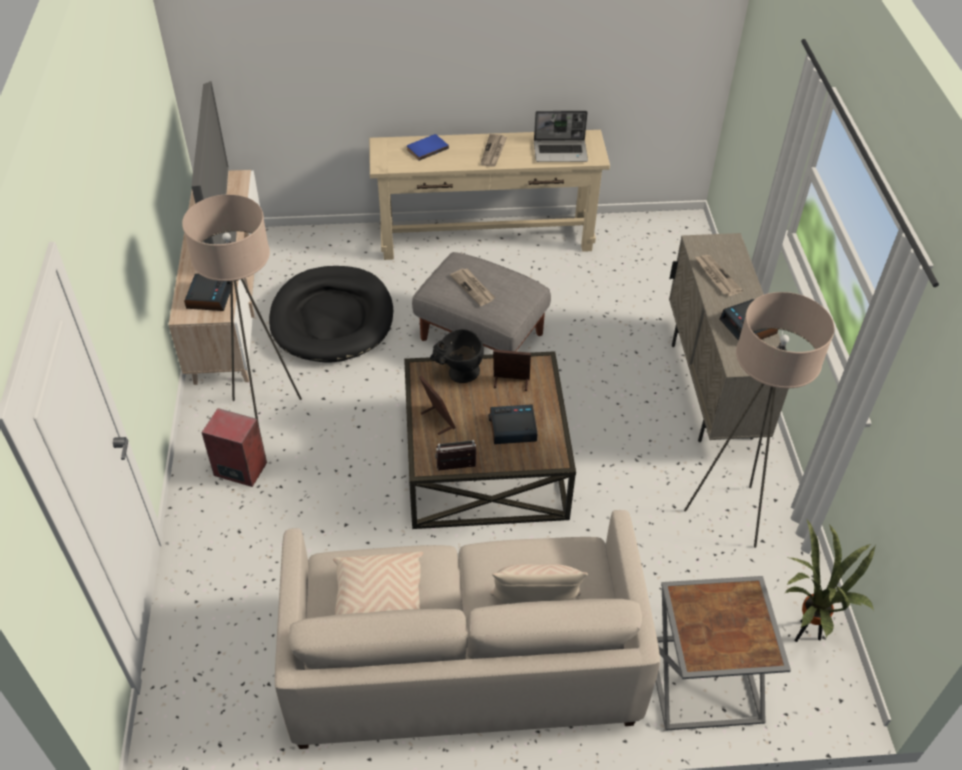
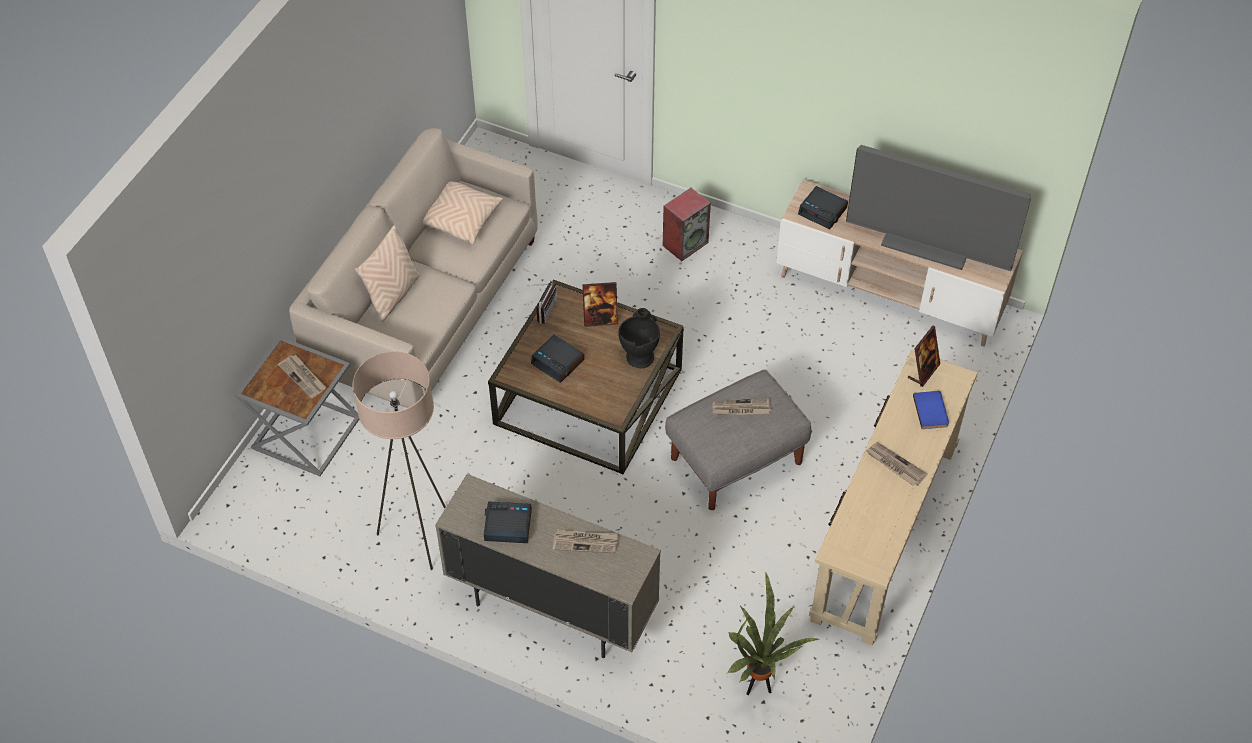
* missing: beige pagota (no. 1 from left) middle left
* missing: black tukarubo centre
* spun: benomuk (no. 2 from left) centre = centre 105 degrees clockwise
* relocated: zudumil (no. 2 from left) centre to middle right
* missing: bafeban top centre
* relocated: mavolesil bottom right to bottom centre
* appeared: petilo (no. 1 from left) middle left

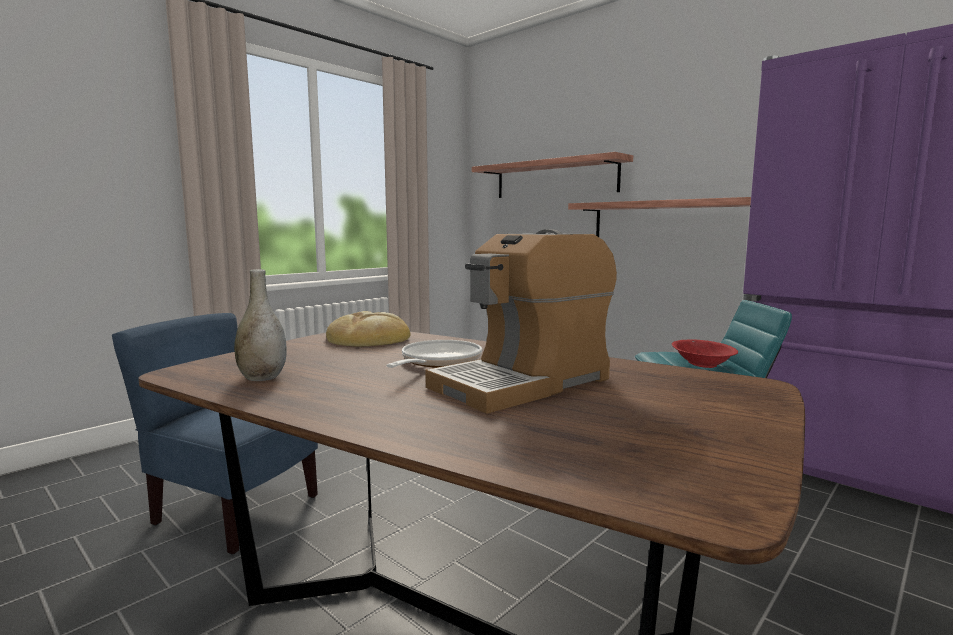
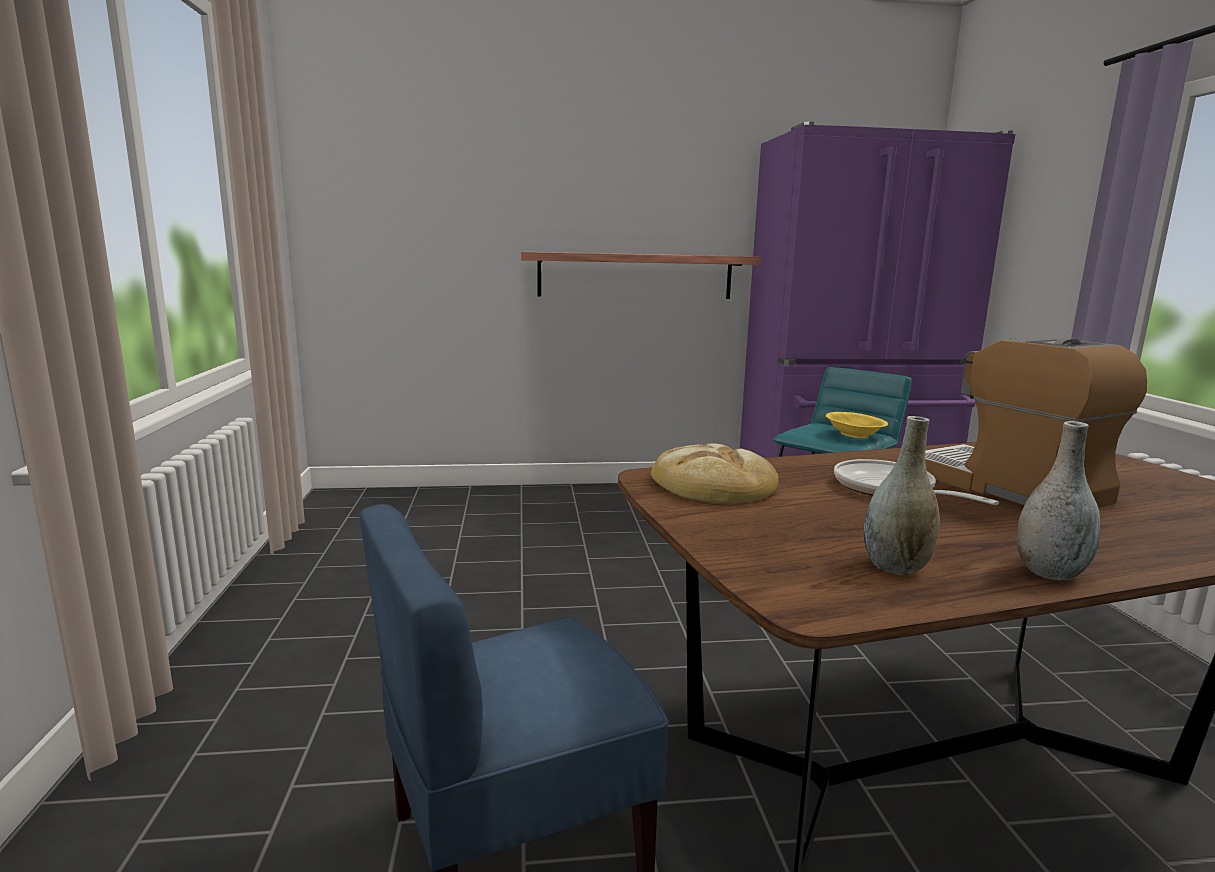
* spun: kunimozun centre = middle right 150 degrees clockwise
* missing: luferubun (no. 1 from left) top centre
* colour: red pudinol middle right to yellow pudinol middle right
* appeared: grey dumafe (no. 2 from left) middle right

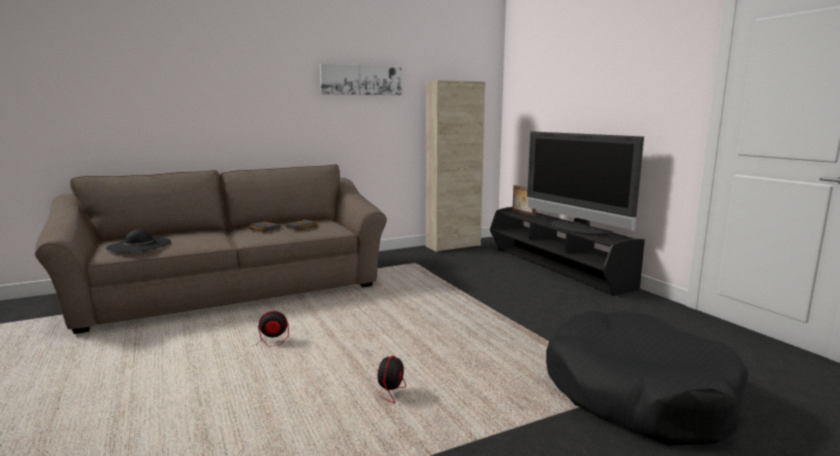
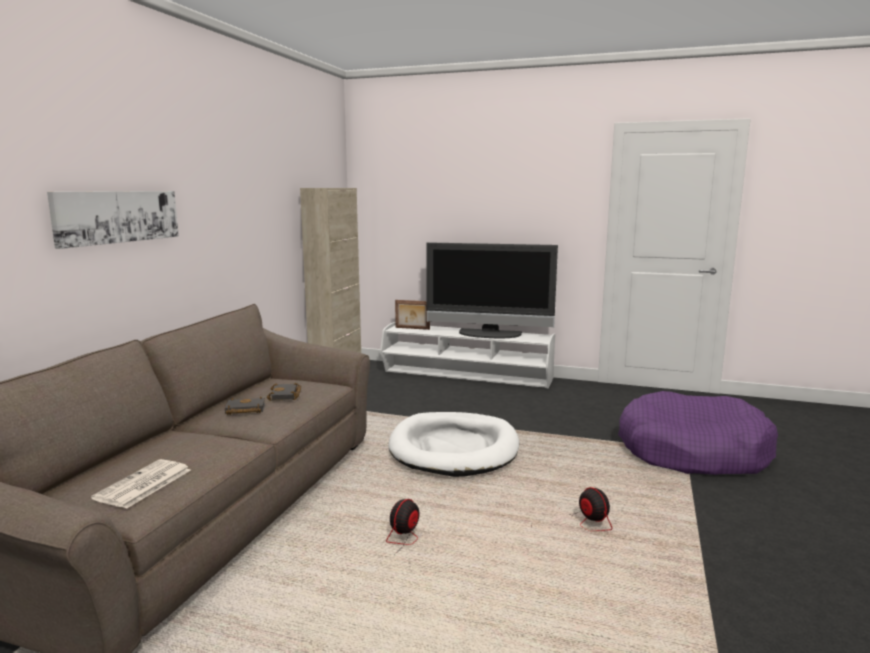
* exchanged: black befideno middle left to petilo bottom left
* relocated: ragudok top centre to middle left
* colour: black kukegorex middle right to white kukegorex centre
* colour: black tukarubo bottom right to purple tukarubo middle right
* appeared: white tukarubo bottom centre

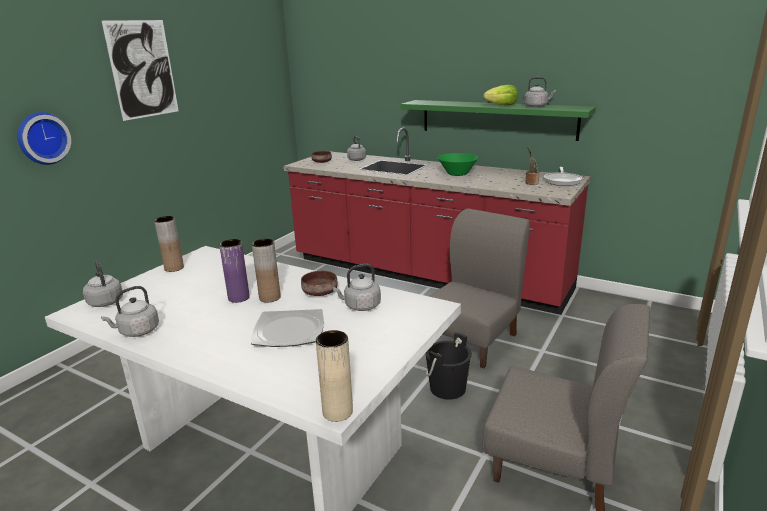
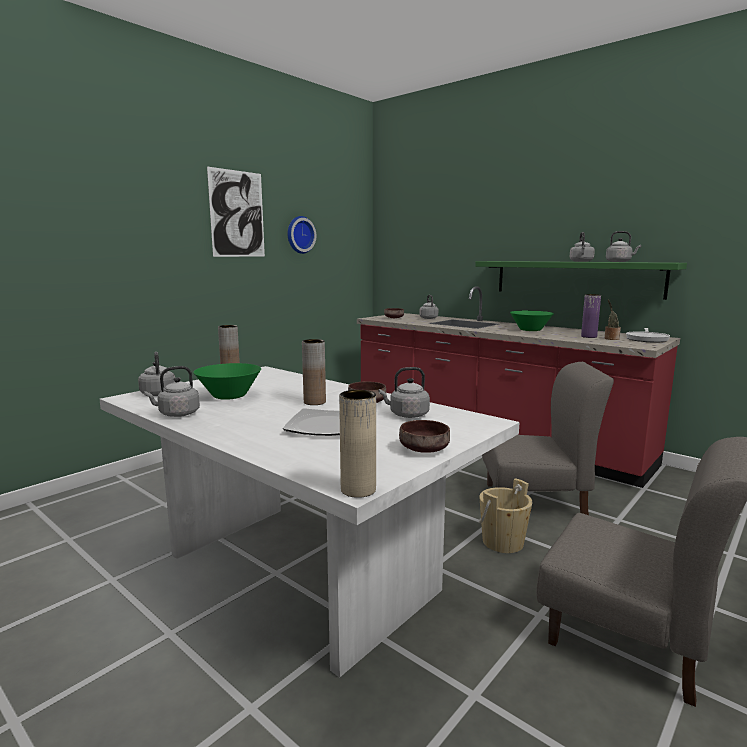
* relocated: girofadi top left to top centre
* relocated: purple dumafe middle left to middle right
* colour: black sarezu bottom centre to beige sarezu bottom right
* spun: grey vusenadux (no. 1 from left) centre = middle right 45 degrees clockwise
* exchanged: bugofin top centre to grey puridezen (no. 5 from left) top right
* appeared: green pudinol (no. 1 from left) middle left
* appeared: brown pudinol (no. 3 from left) centre

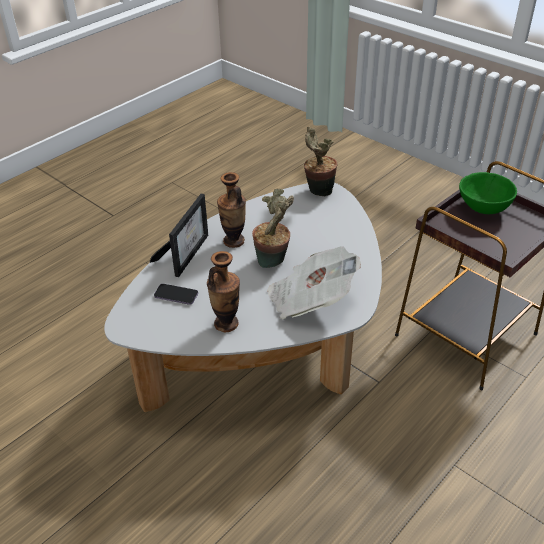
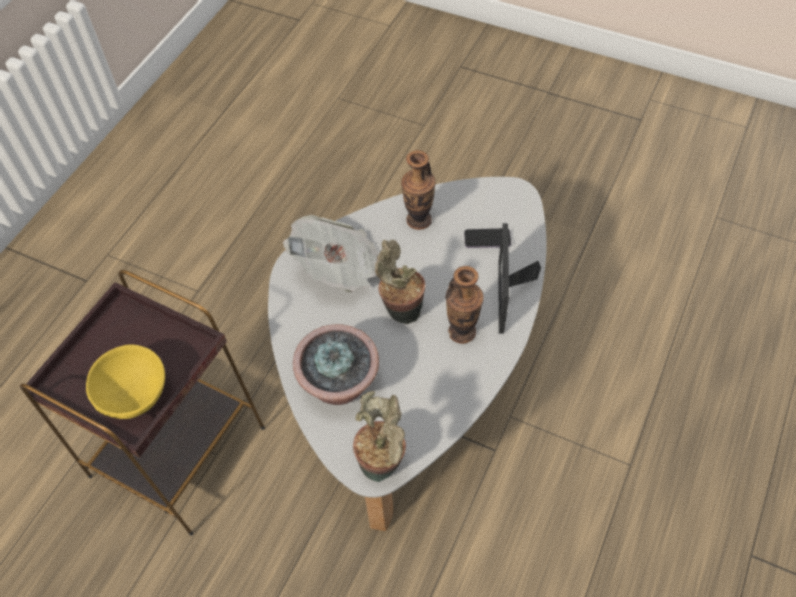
* colour: green pudinol middle right to yellow pudinol middle left
* appeared: mavolesil (no. 1 from left) centre

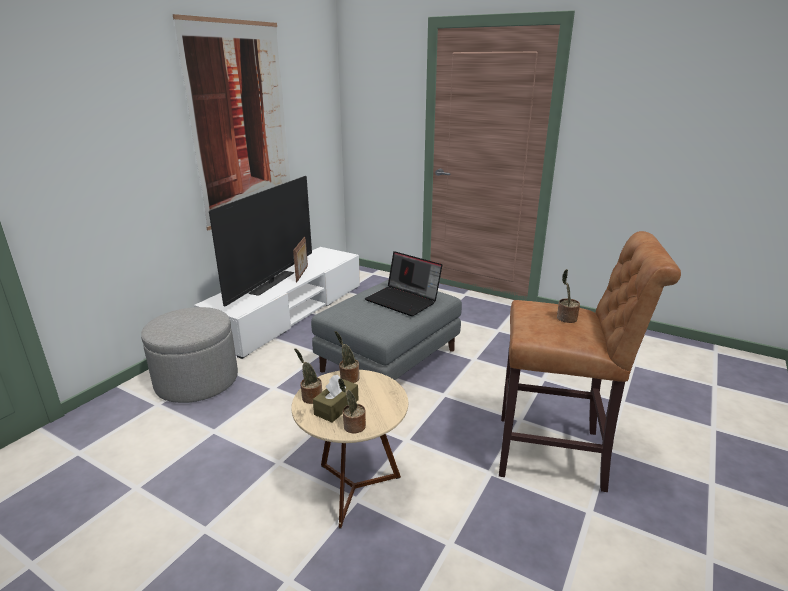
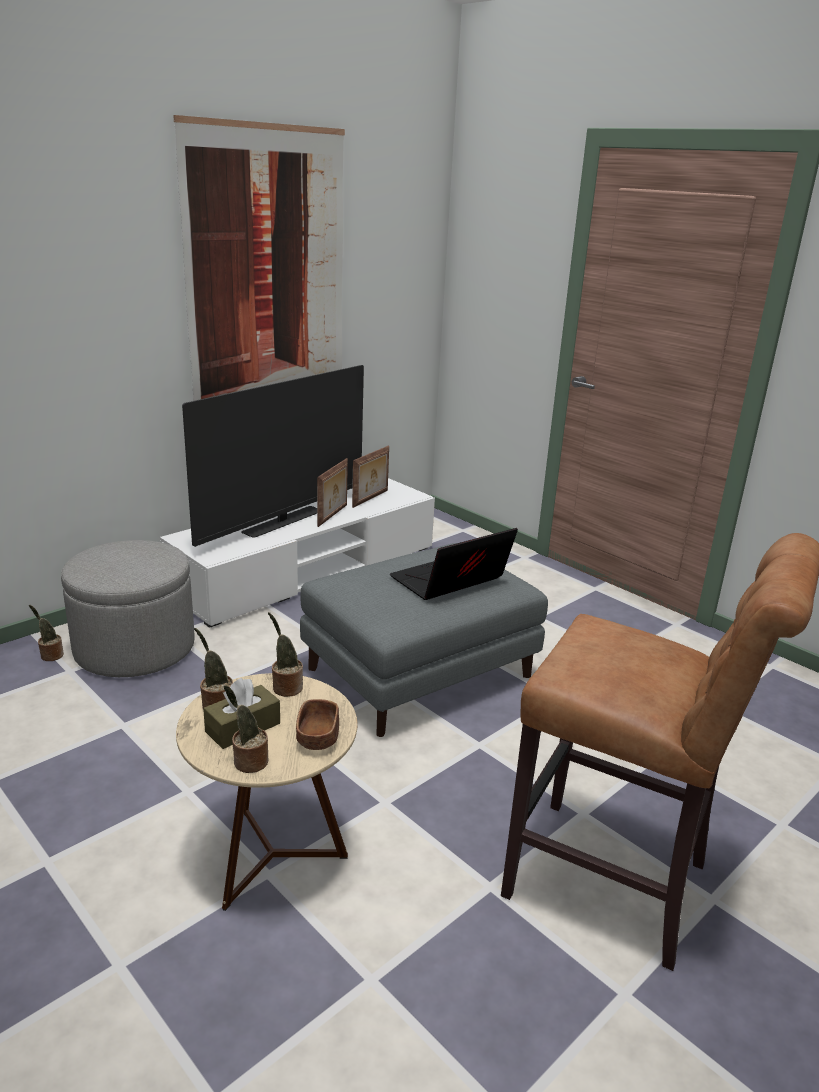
* spun: bafeban centre = centre 90 degrees clockwise
* relocated: mavolesil (no. 4 from left in the first image) middle right to mavolesil (no. 1 from left) middle left
* appeared: brown pudinol centre
* appeared: zudumil (no. 2 from left) centre

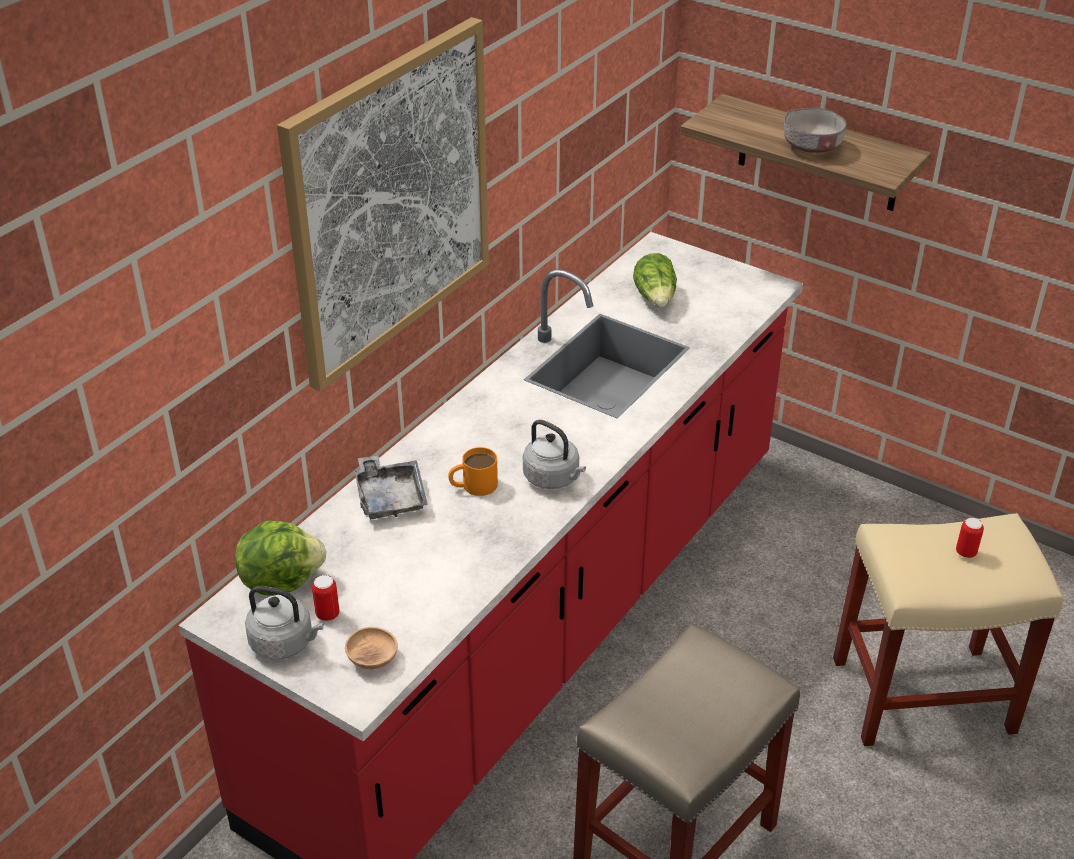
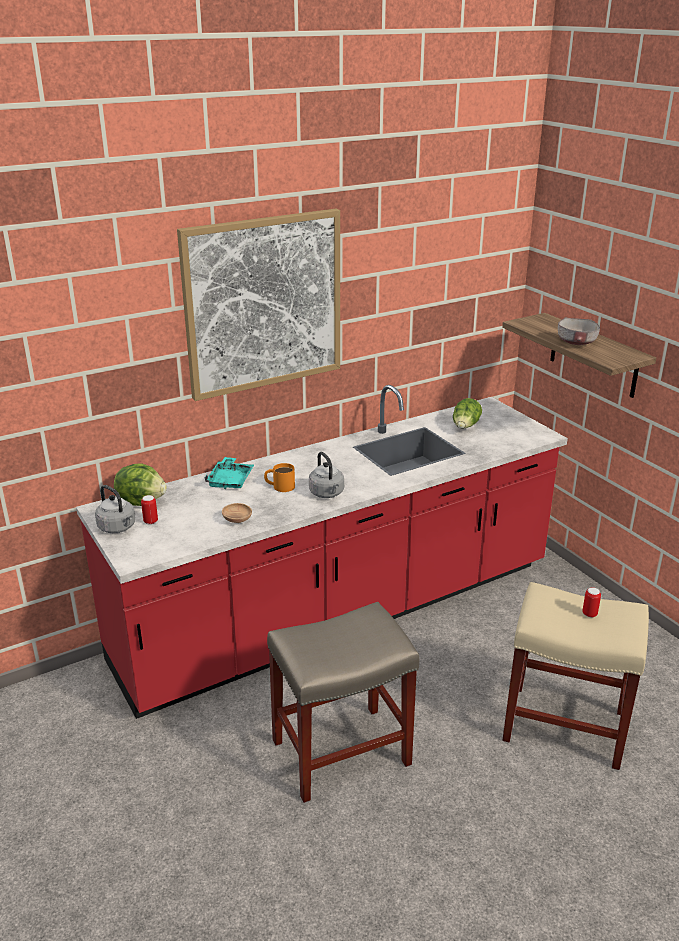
* relocated: brown pudinol bottom centre to centre
* colour: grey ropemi centre to turquoise ropemi centre

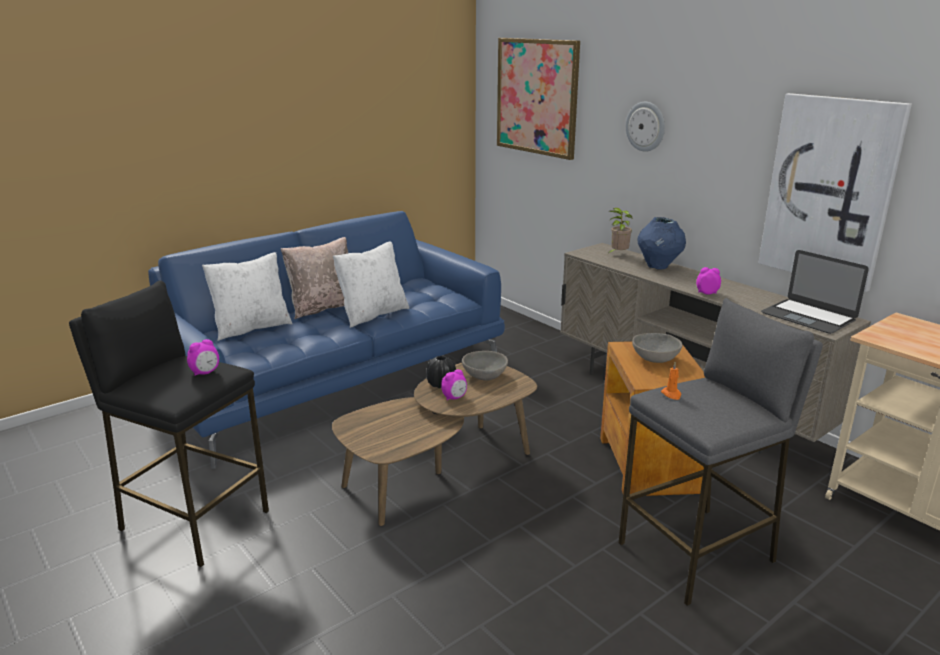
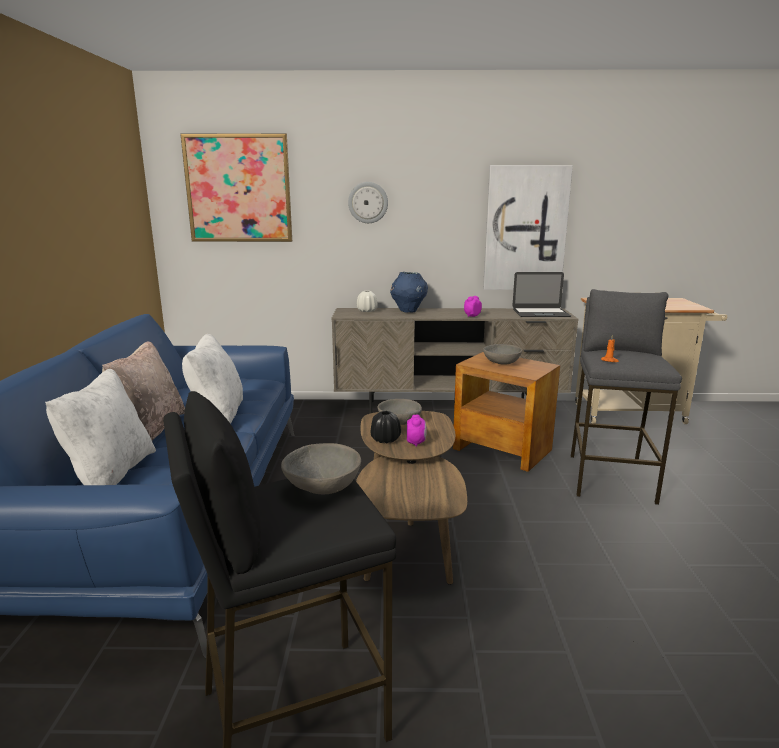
* exchanged: benomuk (no. 1 from left) middle left to grey pudinol (no. 1 from left) centre
* exchanged: mavolesil centre to white dumafe centre

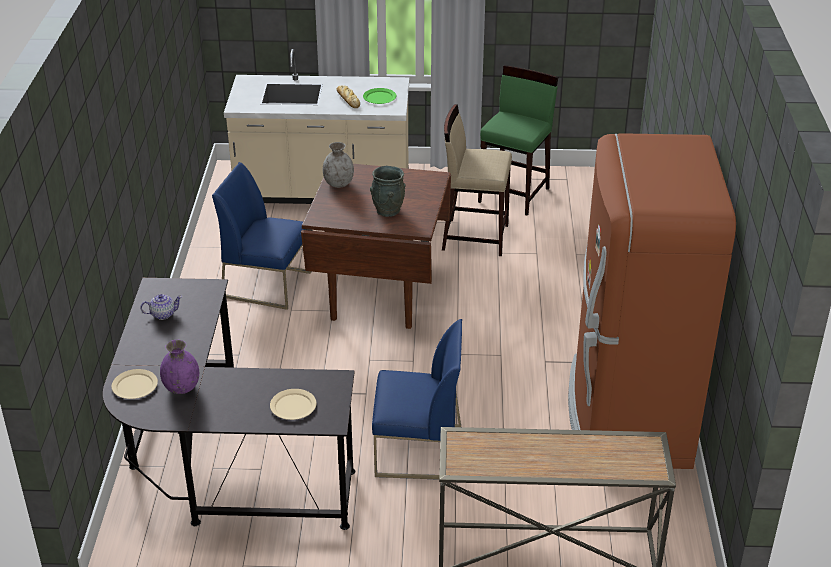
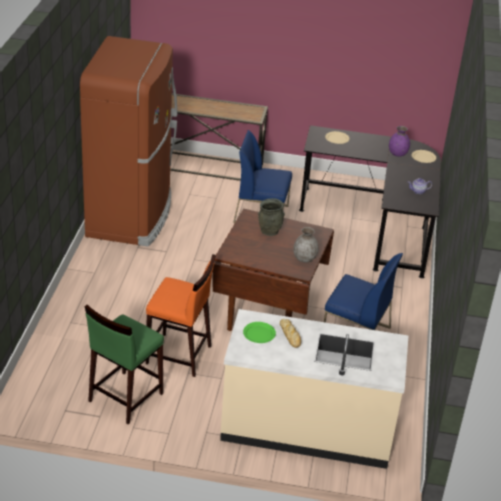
* colour: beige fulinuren top centre to orange fulinuren centre

